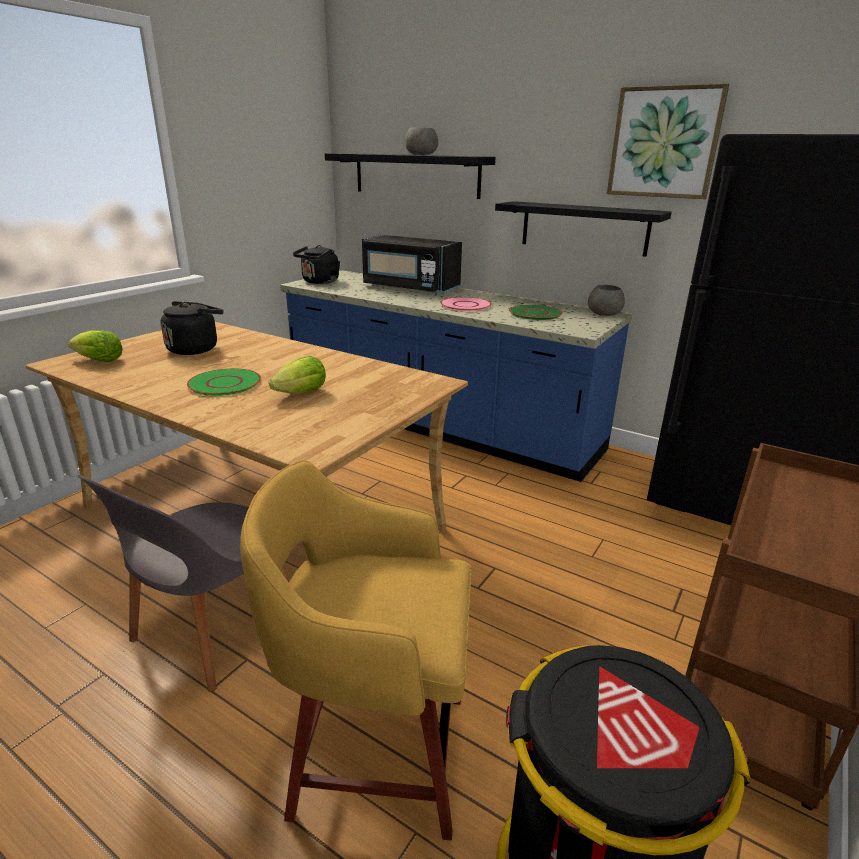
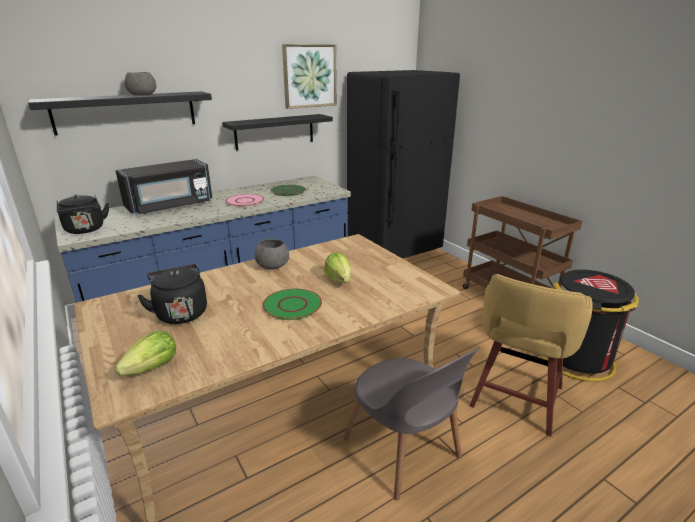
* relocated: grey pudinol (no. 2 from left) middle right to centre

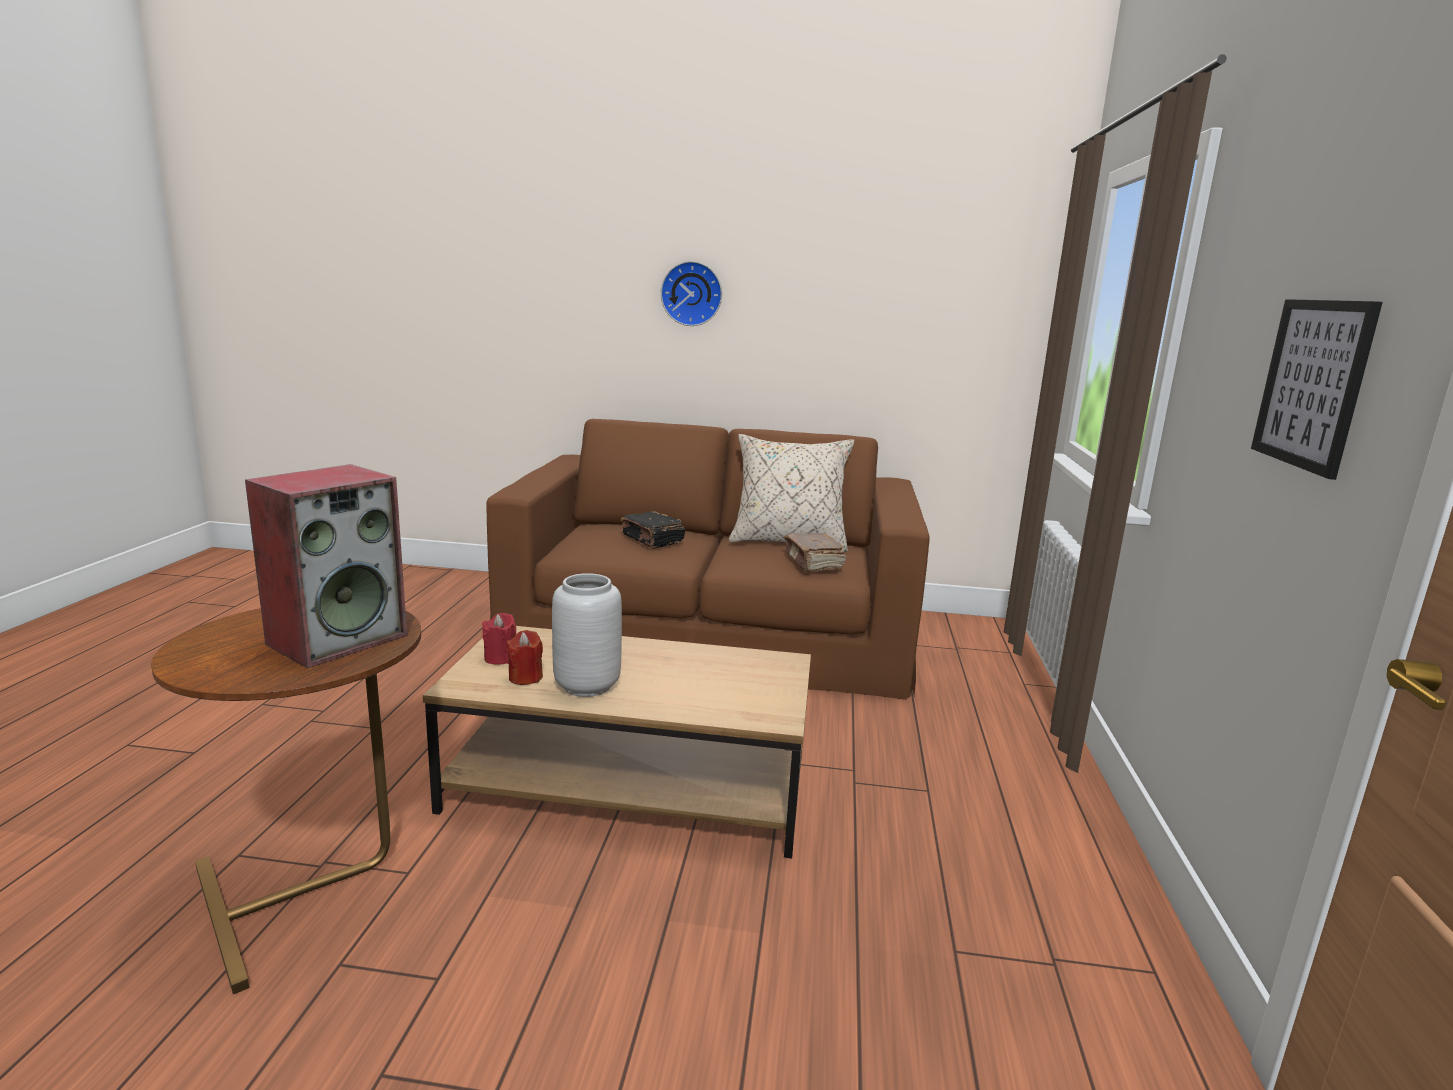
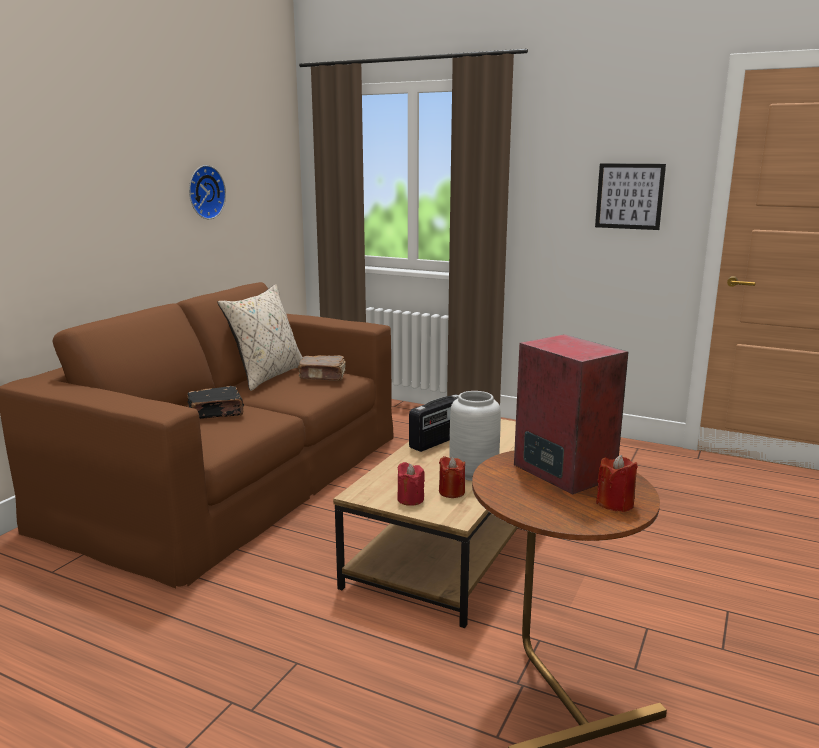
* relocated: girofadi top centre to top left
* appeared: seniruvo centre
* appeared: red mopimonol (no. 3 from left) middle right

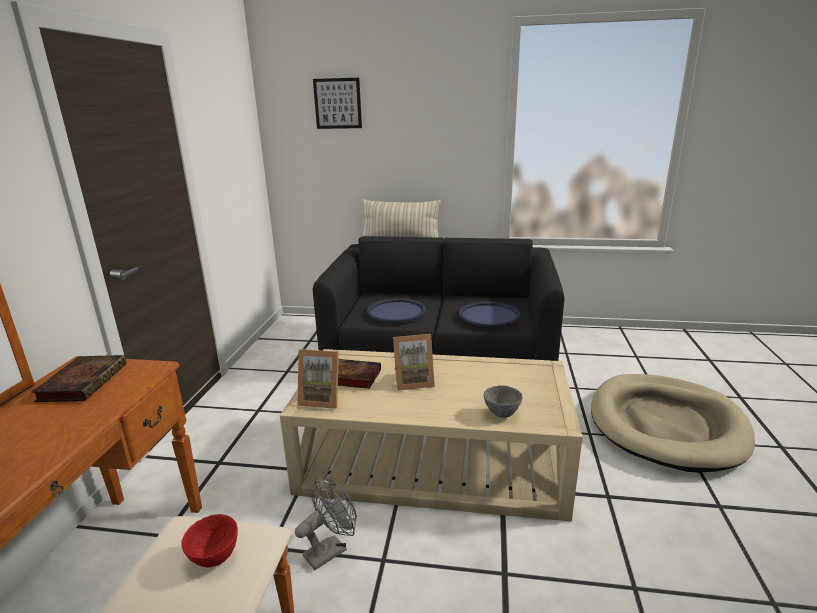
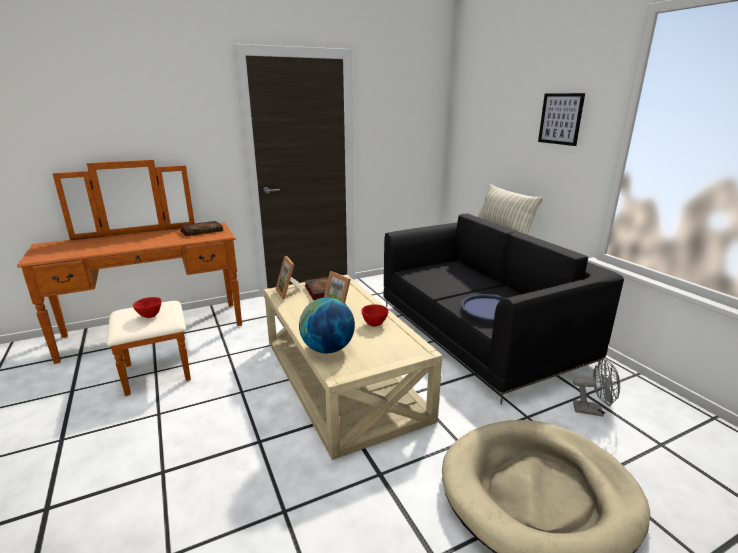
* relocated: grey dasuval bottom centre to bottom right
* relocated: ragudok top centre to top right
* missing: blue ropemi (no. 1 from left) centre
* exchanged: grey pudinol centre to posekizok centre
* appeared: red pudinol (no. 2 from left) centre

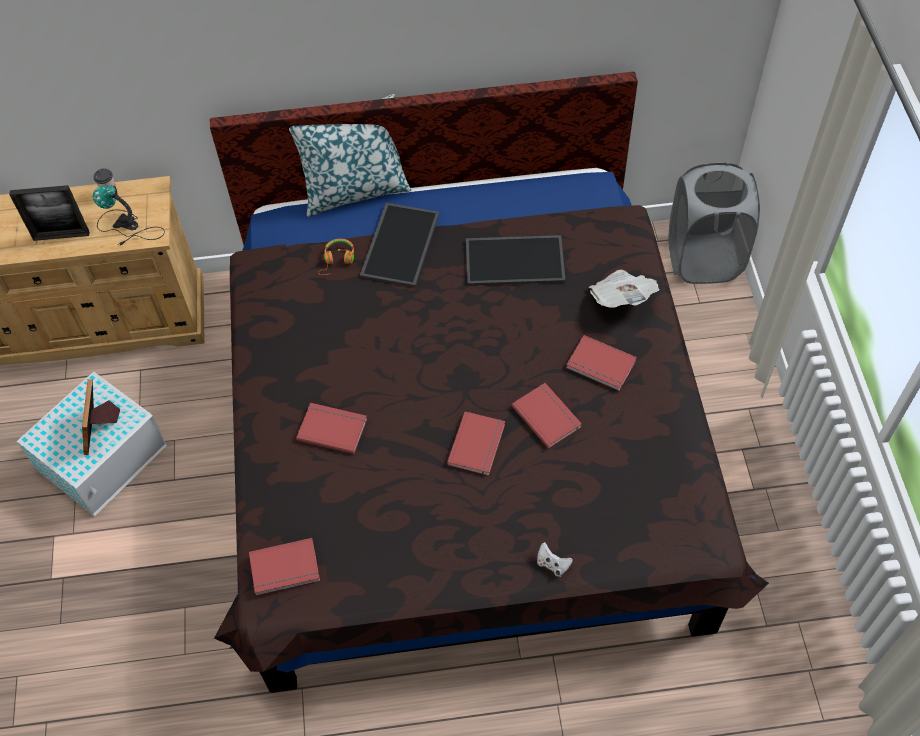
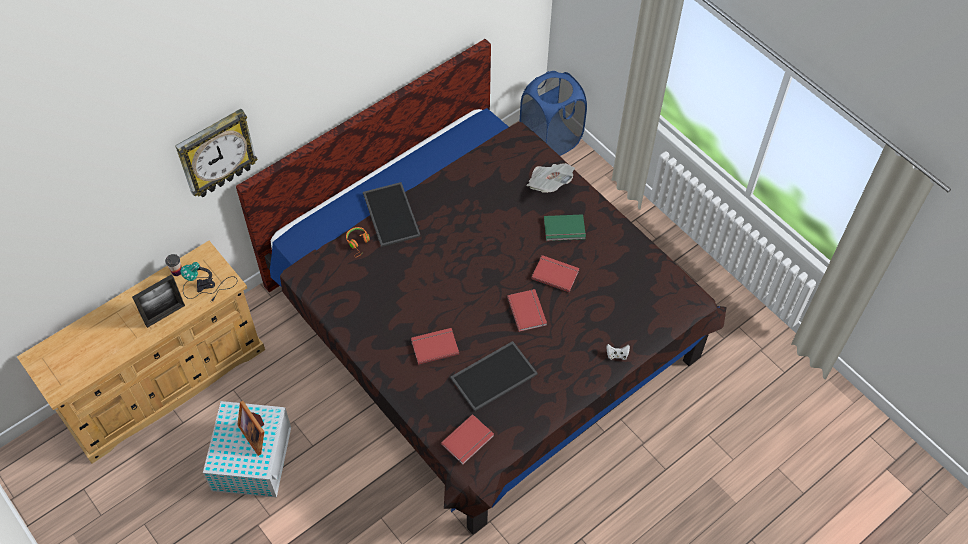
* missing: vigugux top centre
* relocated: ropemi (no. 2 from left) centre to bottom centre
* colour: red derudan (no. 5 from left) centre to green derudan centre
* colour: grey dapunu top right to blue dapunu top centre
* appeared: girofadi top left

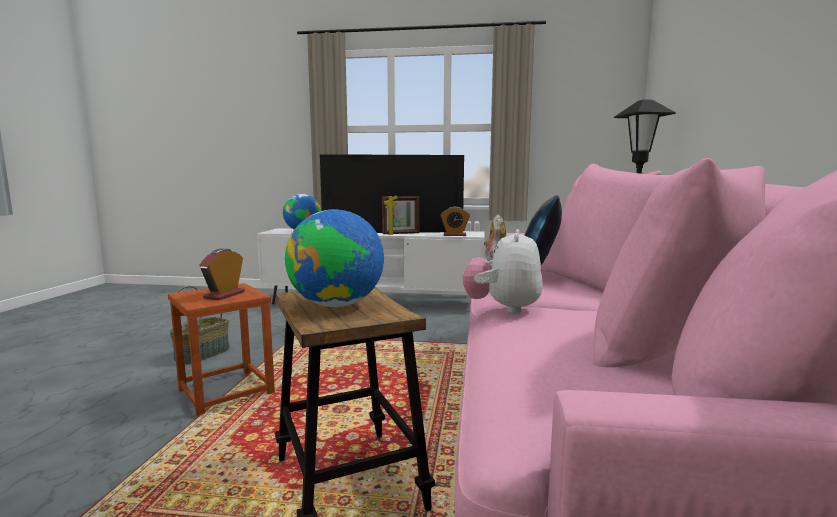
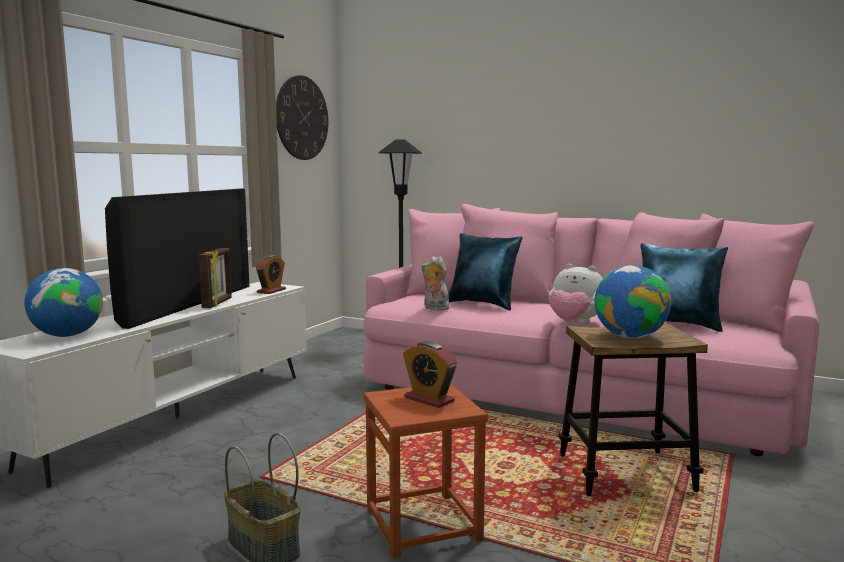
* appeared: girofadi top centre
* appeared: blue vigugux (no. 2 from left) middle right

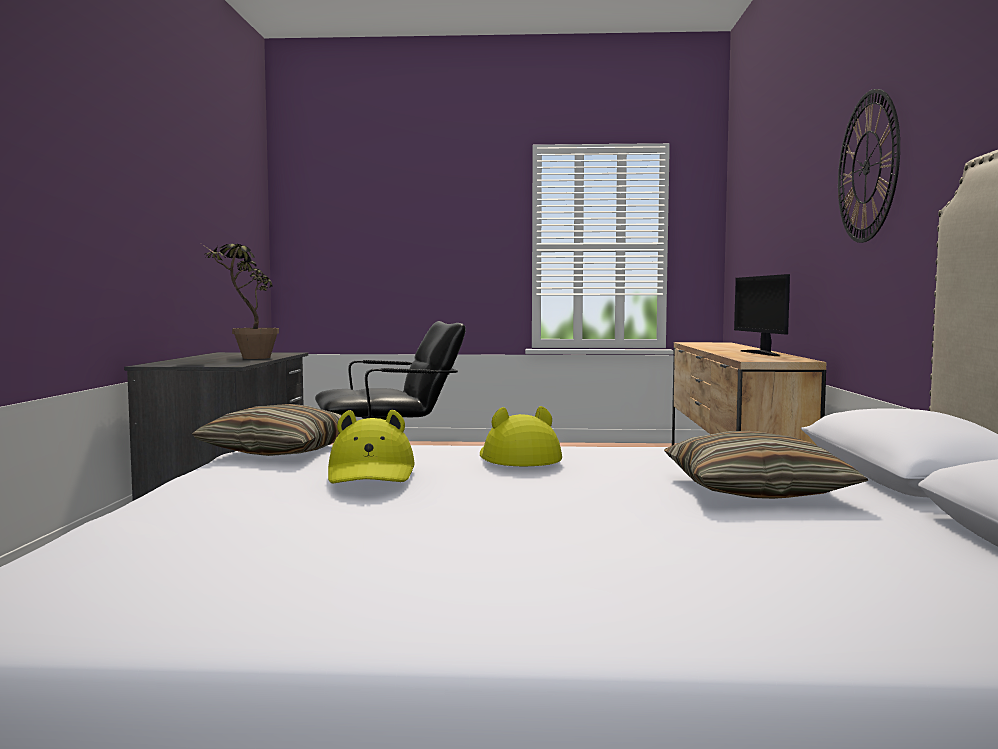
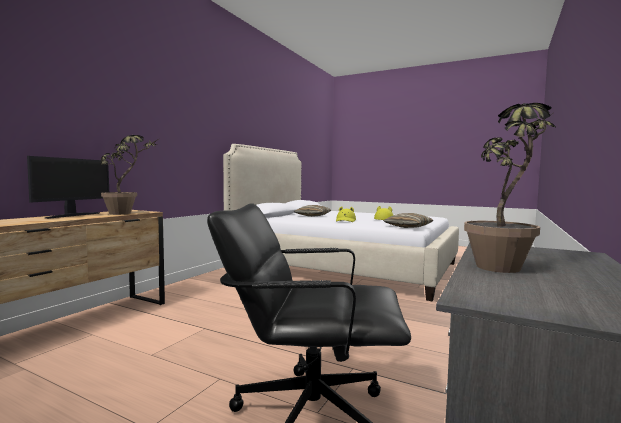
* missing: girofadi top right
* appeared: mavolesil (no. 1 from left) middle left

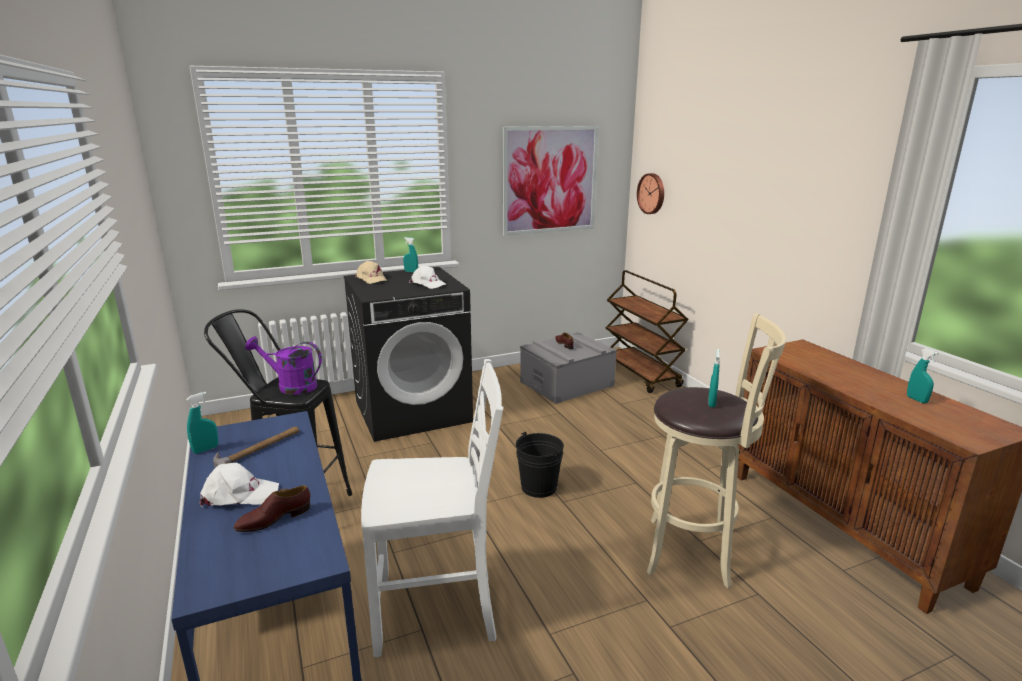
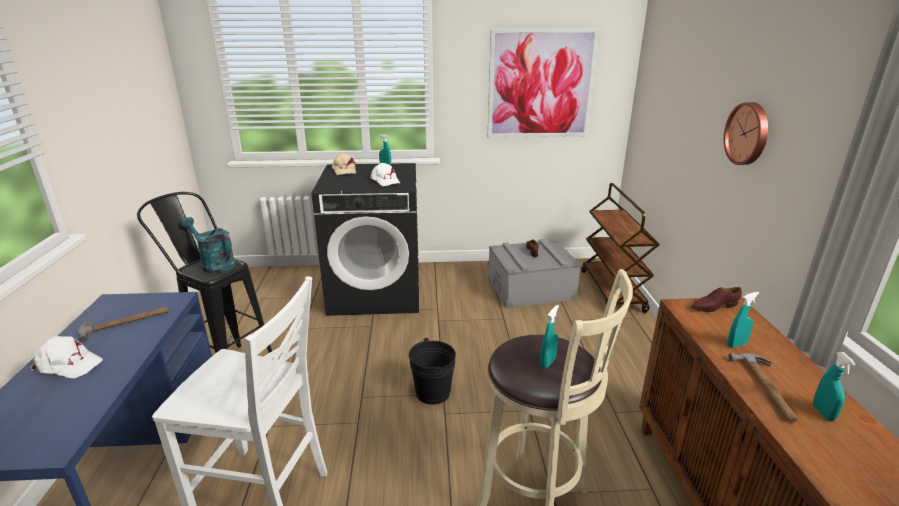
* relocated: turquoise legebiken (no. 1 from left in the first image) middle left to turquoise legebiken (no. 3 from left) middle right
* relocated: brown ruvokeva (no. 1 from left in the first image) bottom left to brown ruvokeva (no. 2 from left) middle right
* colour: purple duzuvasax middle left to turquoise duzuvasax middle left
* relocated: girofadi top centre to top right
* appeared: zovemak (no. 2 from left) bottom right

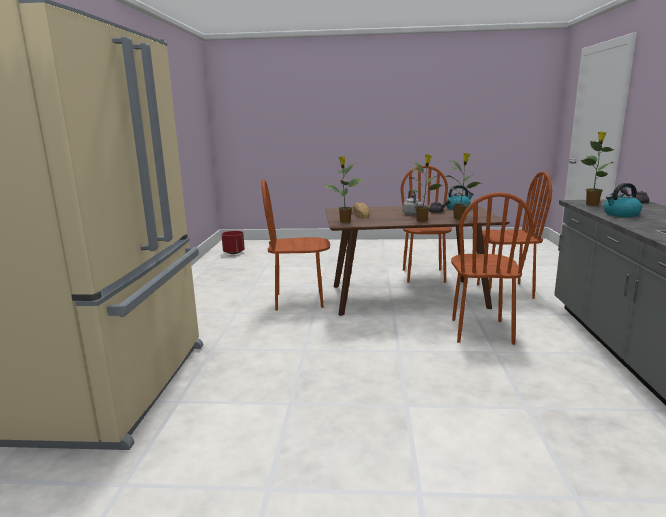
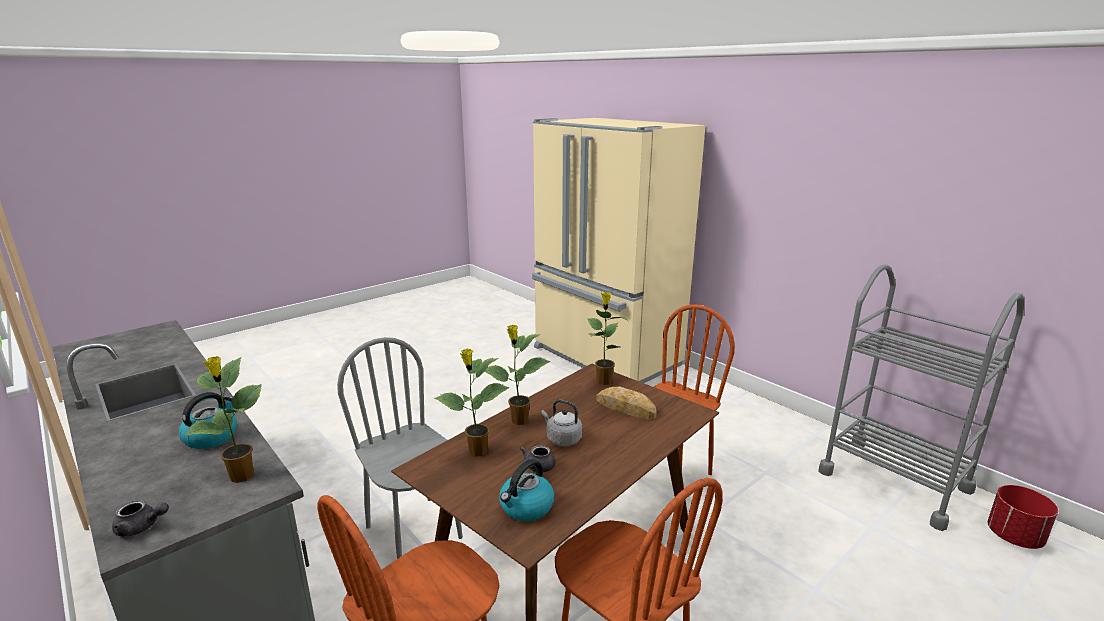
* colour: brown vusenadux (no. 3 from left) middle right to grey vusenadux bottom centre
* appeared: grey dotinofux middle right

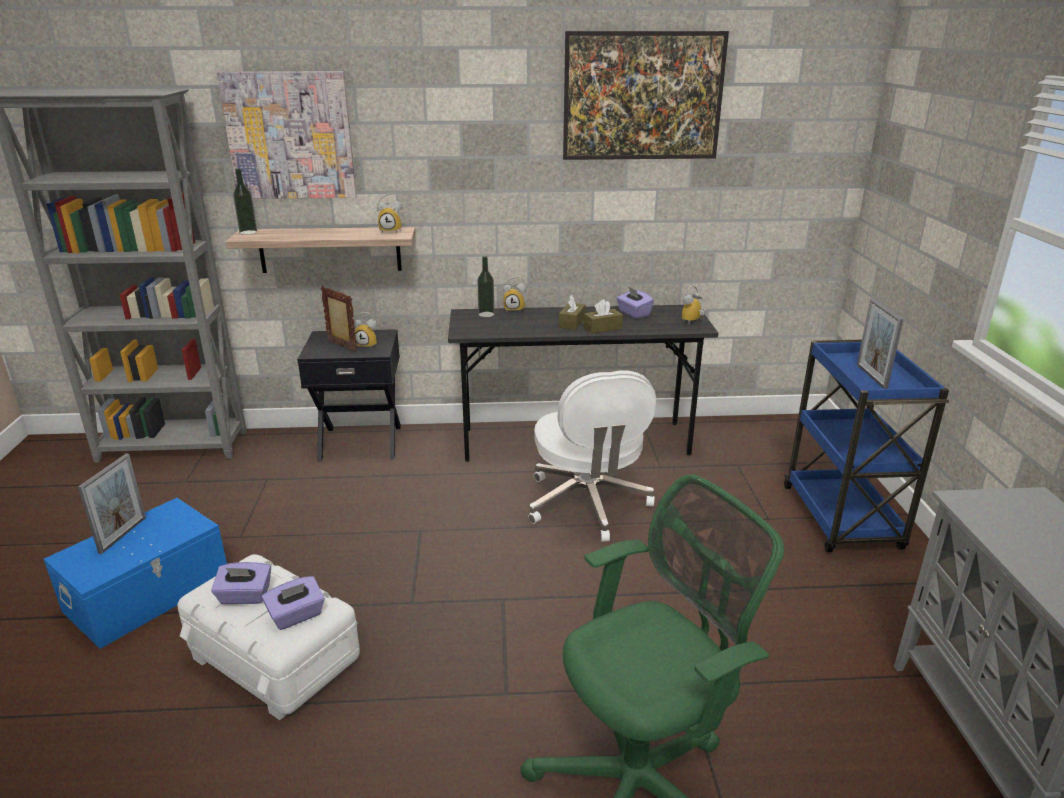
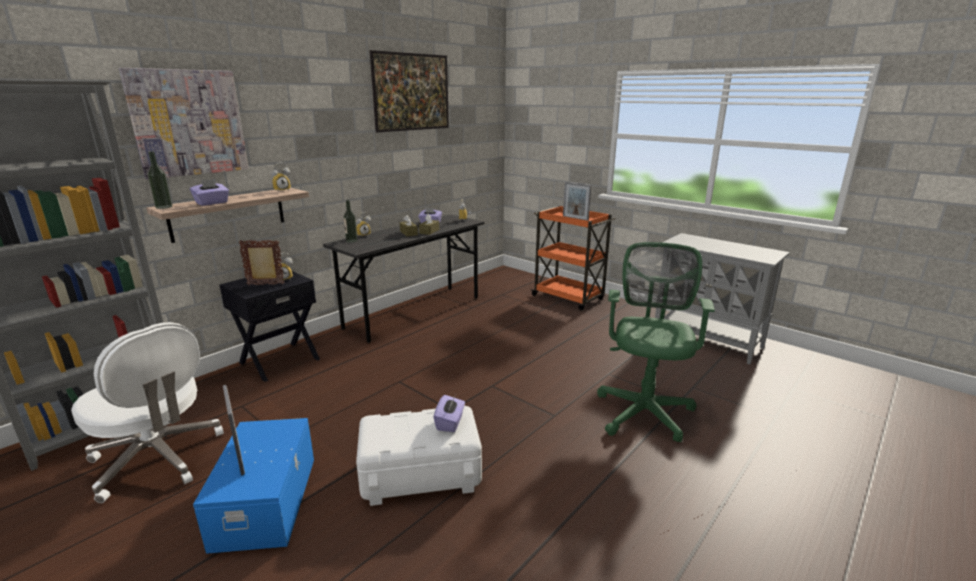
* relocated: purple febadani (no. 1 from left) bottom left to top left
* relocated: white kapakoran centre to bottom left
* colour: blue dotinofux middle right to orange dotinofux centre

